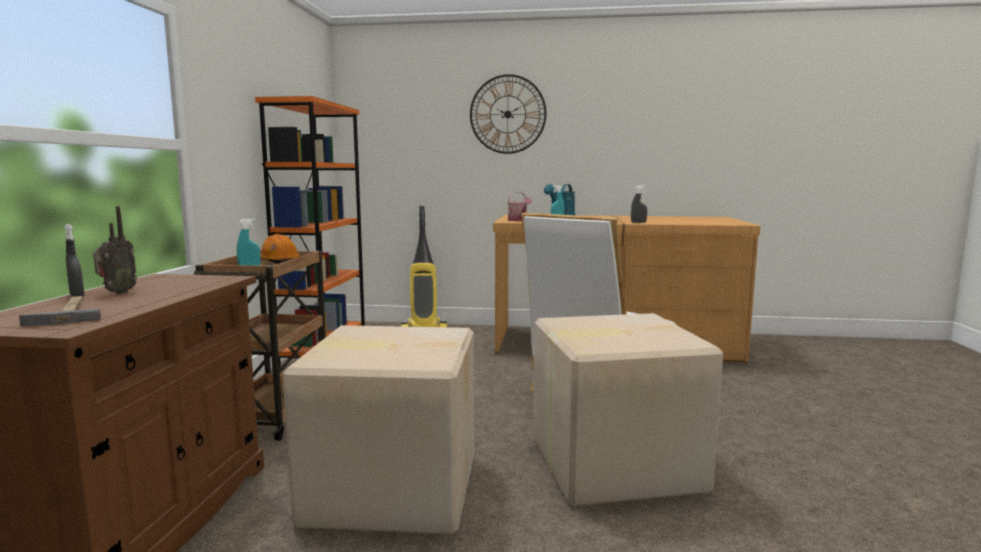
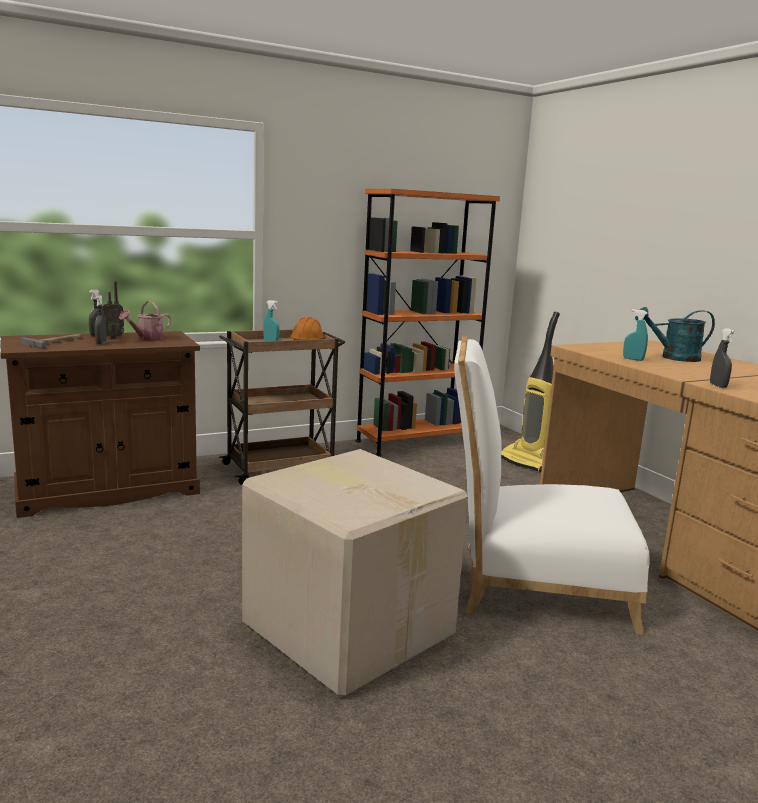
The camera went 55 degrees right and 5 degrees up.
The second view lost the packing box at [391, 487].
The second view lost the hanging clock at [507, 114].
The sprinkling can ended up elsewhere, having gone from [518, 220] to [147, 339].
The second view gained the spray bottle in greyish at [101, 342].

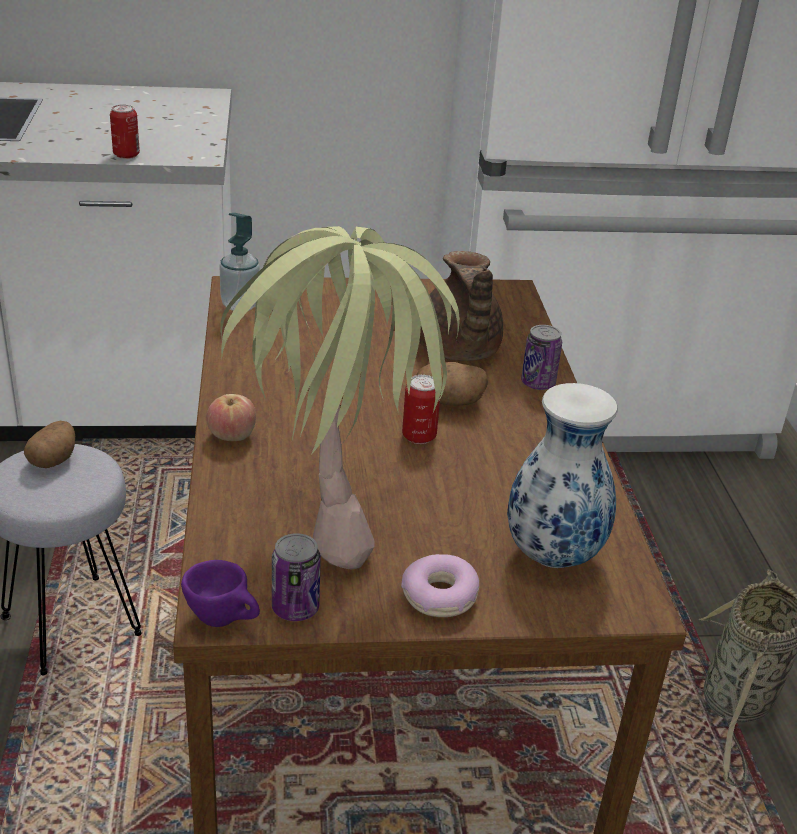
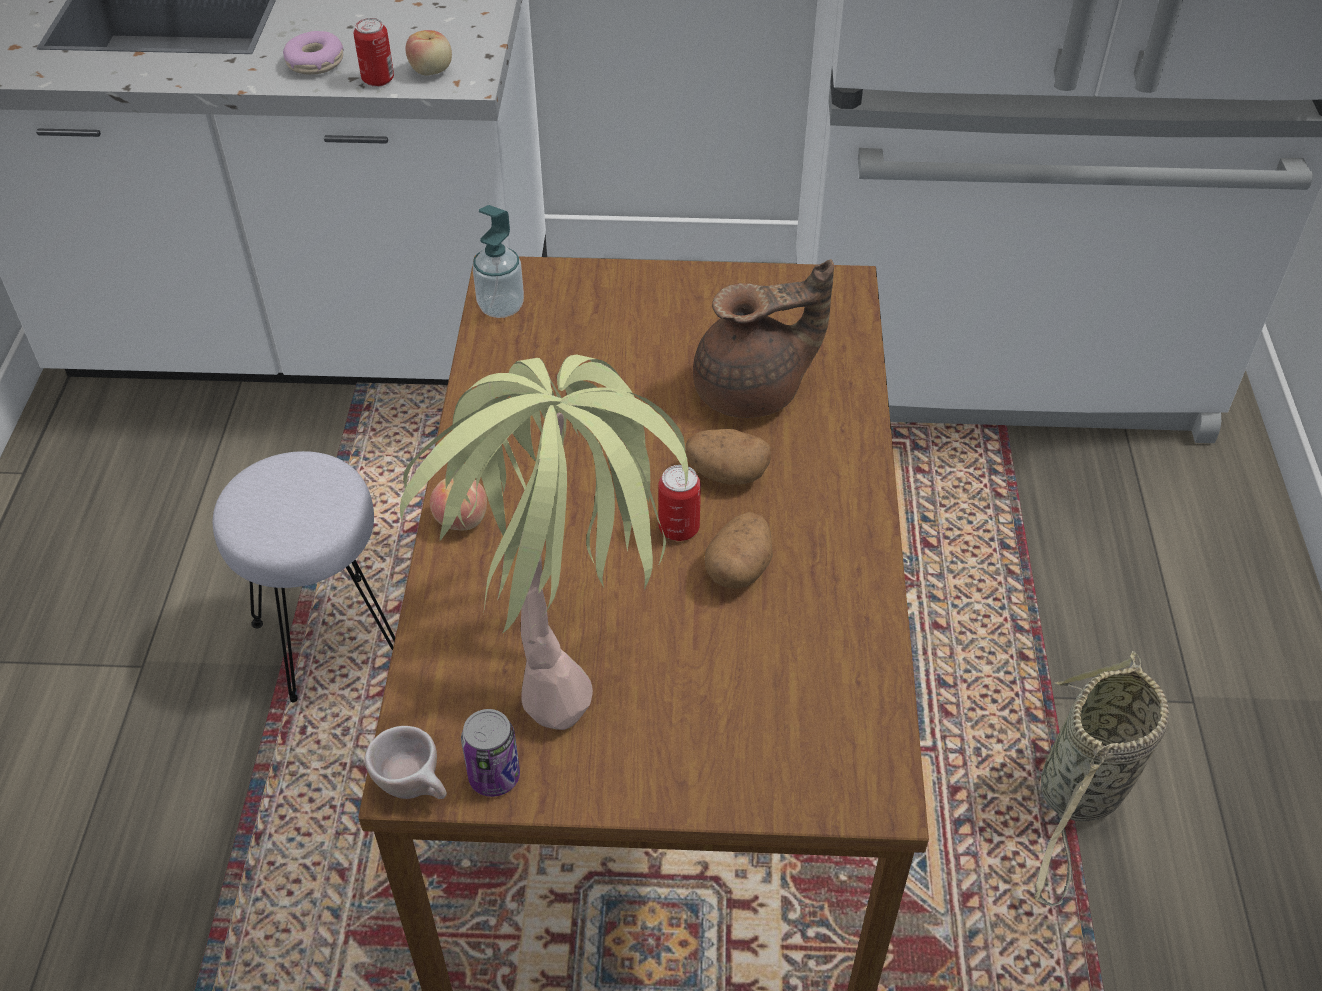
The camera went 10 degrees right and 15 degrees up.
The potato ended up elsewhere, having gone from [53, 460] to [739, 568].
What was the drinking cup in purple at [225, 620] turned into the drinking cup in beige-coloured at [416, 788].
The doughnut ended up elsewhere, having gone from [440, 596] to [315, 63].
The tea pot in brownish at [457, 352] ended up facing another way, 105 degrees counterclockwise from before.
The second view lost the decorative vase at [554, 557].
The second view lost the sealed can at [538, 383].
The second view gained the apple fruit at [432, 71].

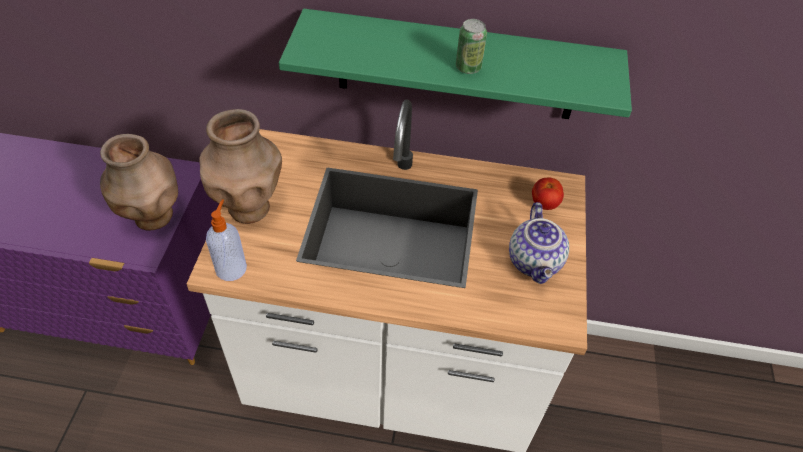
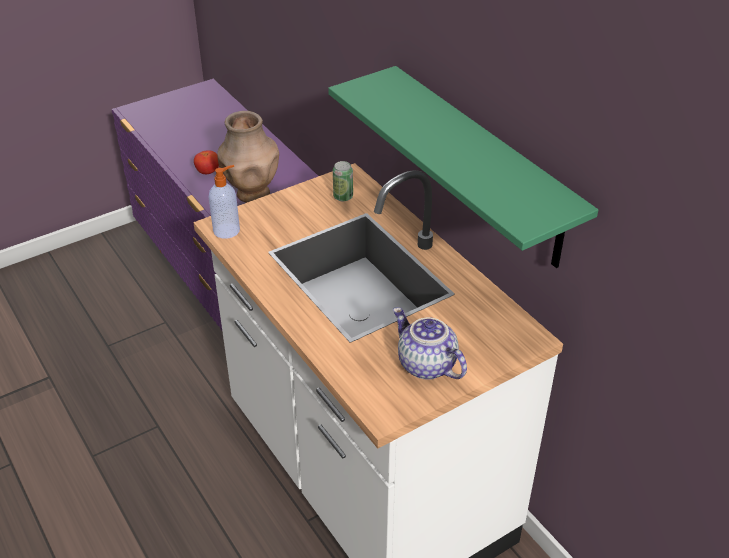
The camera went 50 degrees right and 10 degrees down.
The second view lost the decorative vase in brownish at [249, 207].
The sealed can ended up elsewhere, having gone from [468, 67] to [343, 197].
The tea pot at [536, 262] ended up facing another way, 90 degrees clockwise from before.
The fresh tomato ended up elsewhere, having gone from [544, 204] to [208, 172].

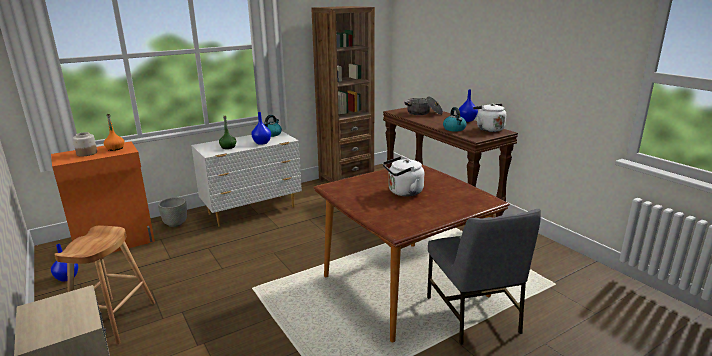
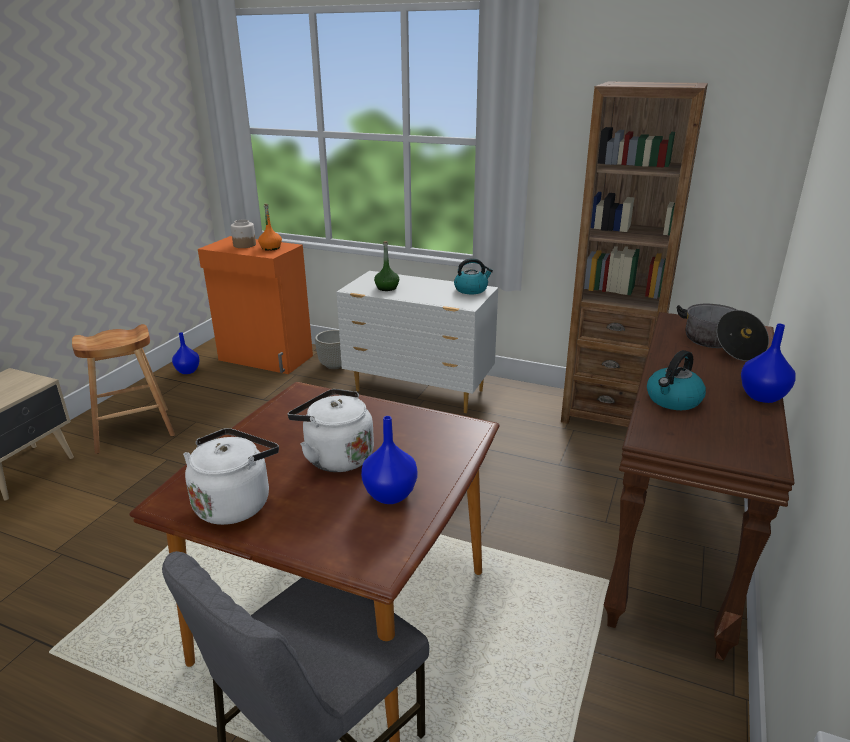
The camera went 55 degrees right and 5 degrees up.
The decorative vase in blue-coloured ended up elsewhere, having gone from [261, 143] to [390, 494].
The tea kettle in white-coloured ended up elsewhere, having gone from [488, 129] to [235, 503].

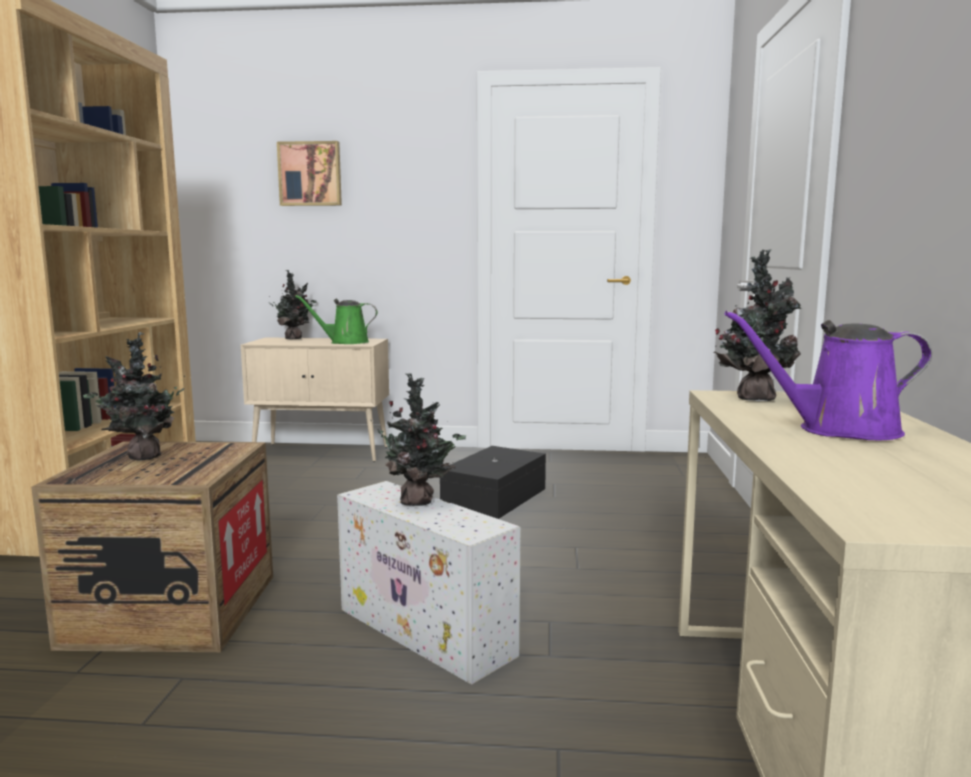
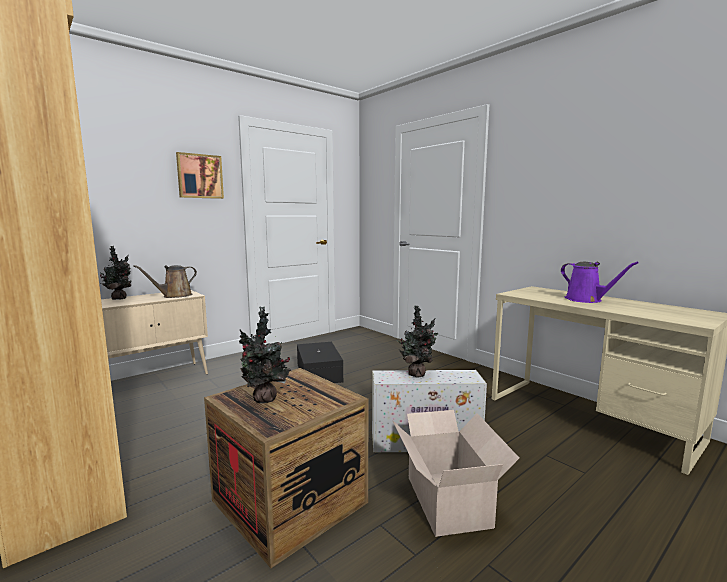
The camera went 45 degrees left and 0 degrees up.
The wall picture ended up elsewhere, having gone from [310, 174] to [199, 176].
What was the sprinkling can in green at [345, 342] turned into the sprinkling can in brownish at [174, 296].
The second view lost the potted plant at [754, 398].
The sprinkling can in purple at [839, 430] ended up facing another way, 75 degrees counterclockwise from before.
The second view gained the packing box at [447, 499].

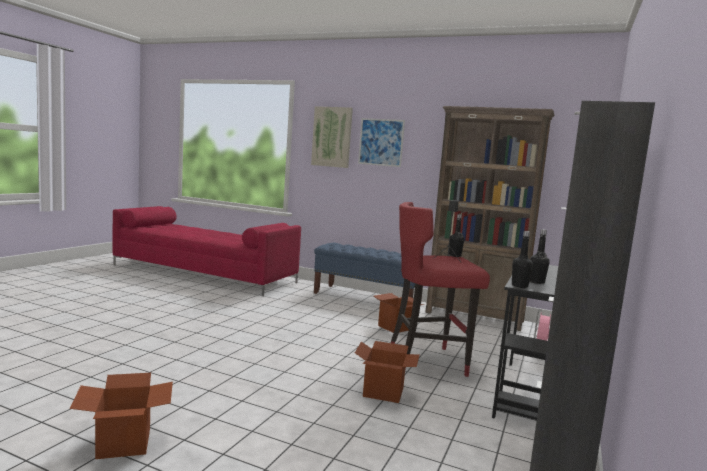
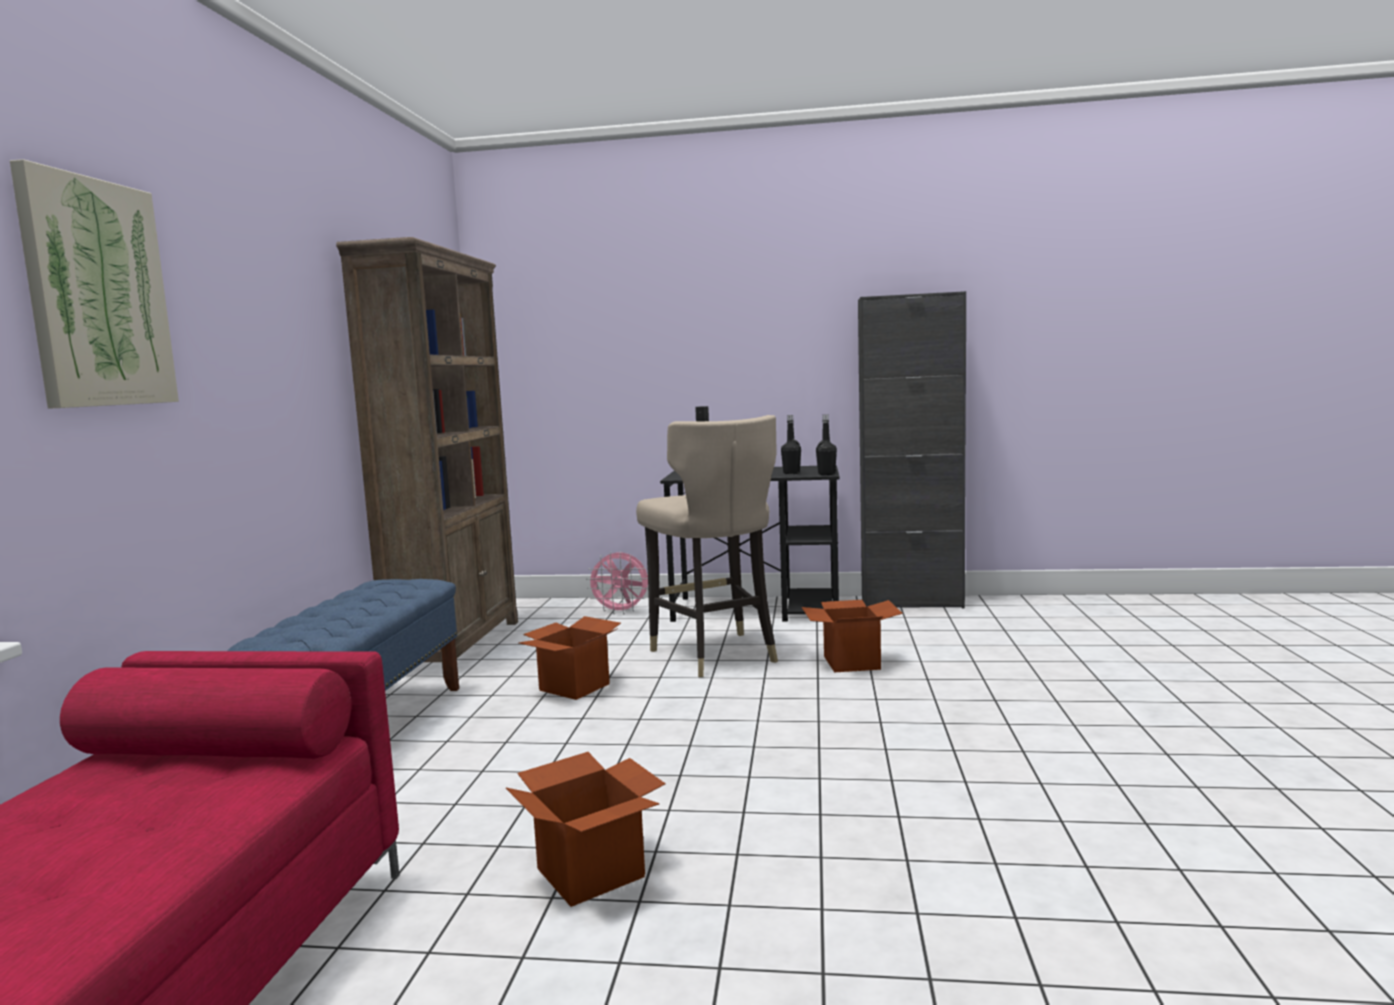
The camera went 105 degrees left and 0 degrees up.
The packing box ended up elsewhere, having gone from [123, 443] to [590, 873].
The second view lost the wall picture at [381, 142].
What was the stool seat in reddish at [427, 361] turned into the stool seat in beige-coloured at [714, 654].
The second view lost the beverage bottle in blackish at [455, 256].

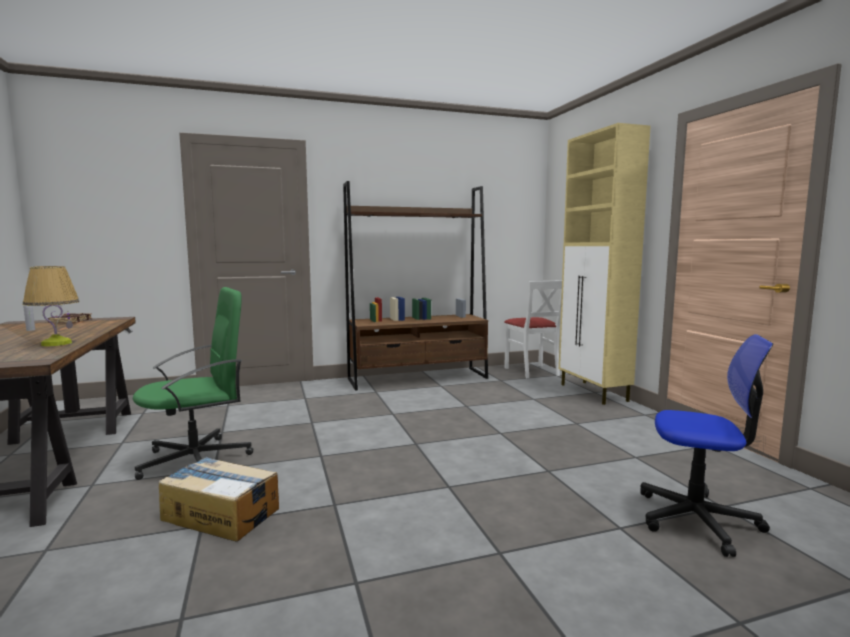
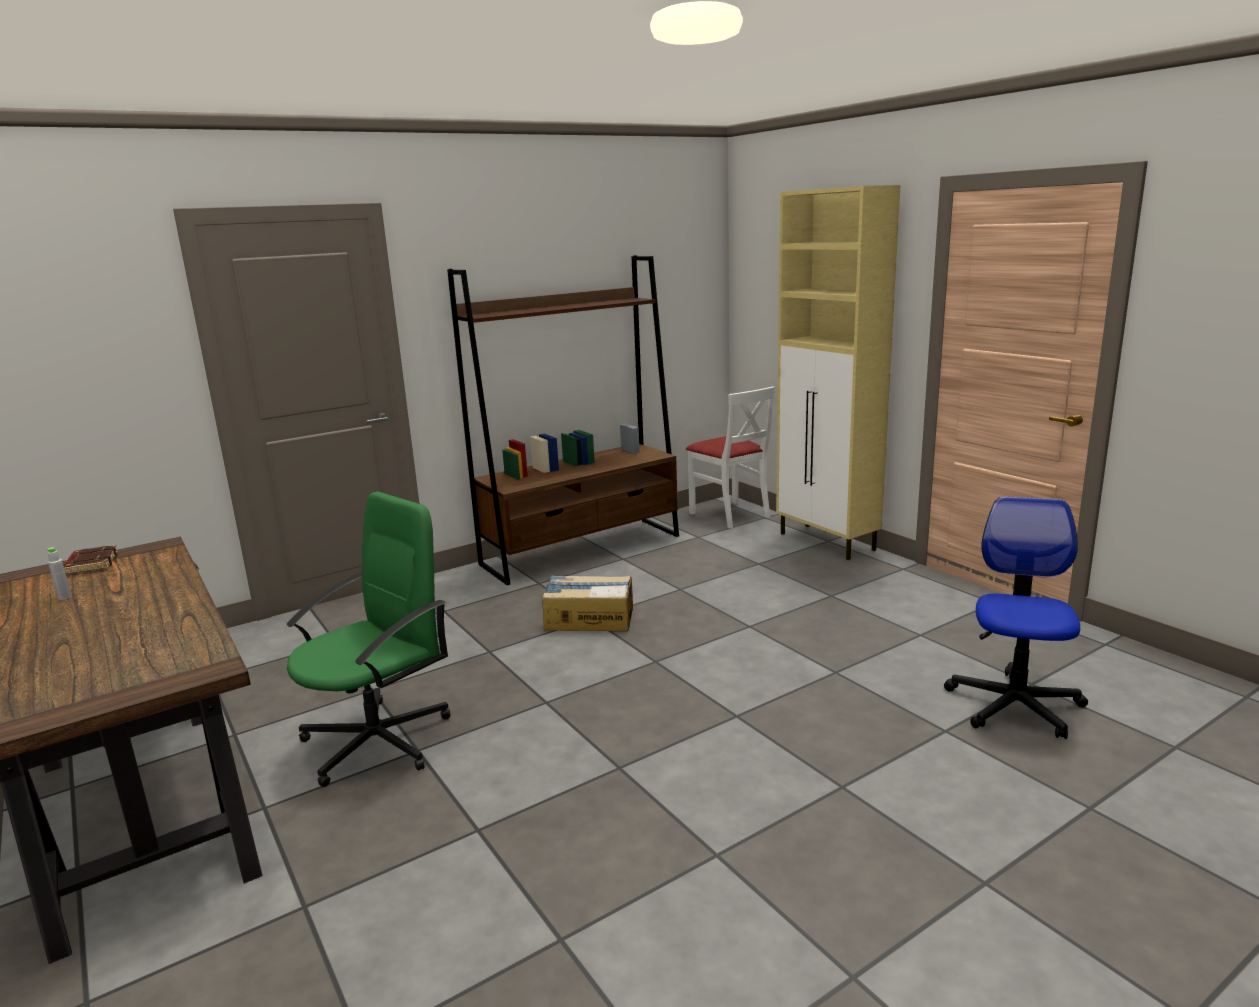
The camera went 15 degrees left and 10 degrees up.
The second view lost the table lamp at [56, 343].
The packing box ended up elsewhere, having gone from [221, 514] to [589, 618].
The desk chair at [697, 520] ended up facing another way, 75 degrees counterclockwise from before.

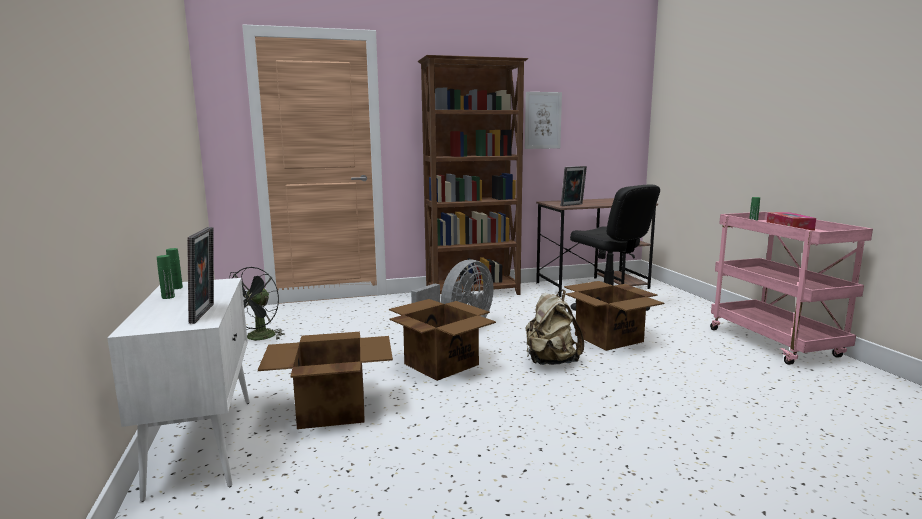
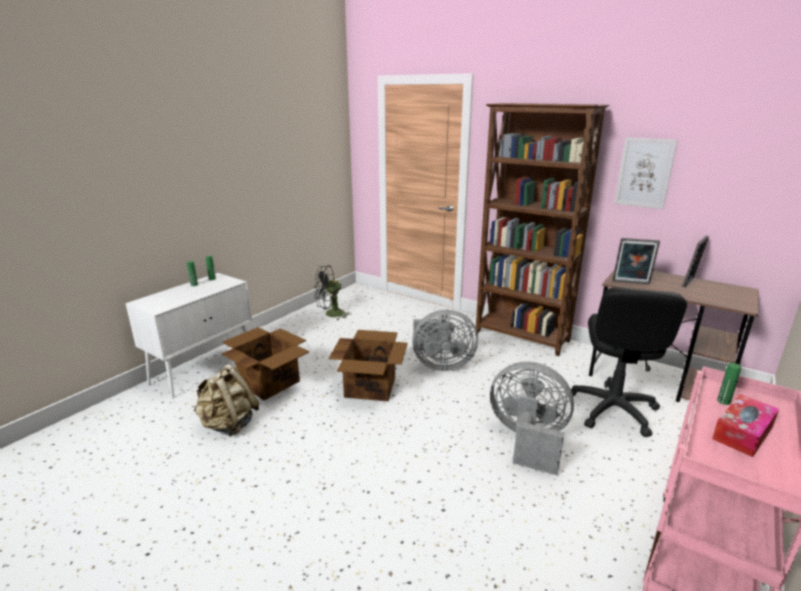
The camera went 50 degrees right and 10 degrees up.
The picture frame ended up elsewhere, having gone from [206, 313] to [690, 283].
The backpack in beige-coloured ended up elsewhere, having gone from [550, 362] to [229, 425].
Where the packing box stood at [609, 339], the cooling fan in greyish came to stand at [527, 440].

